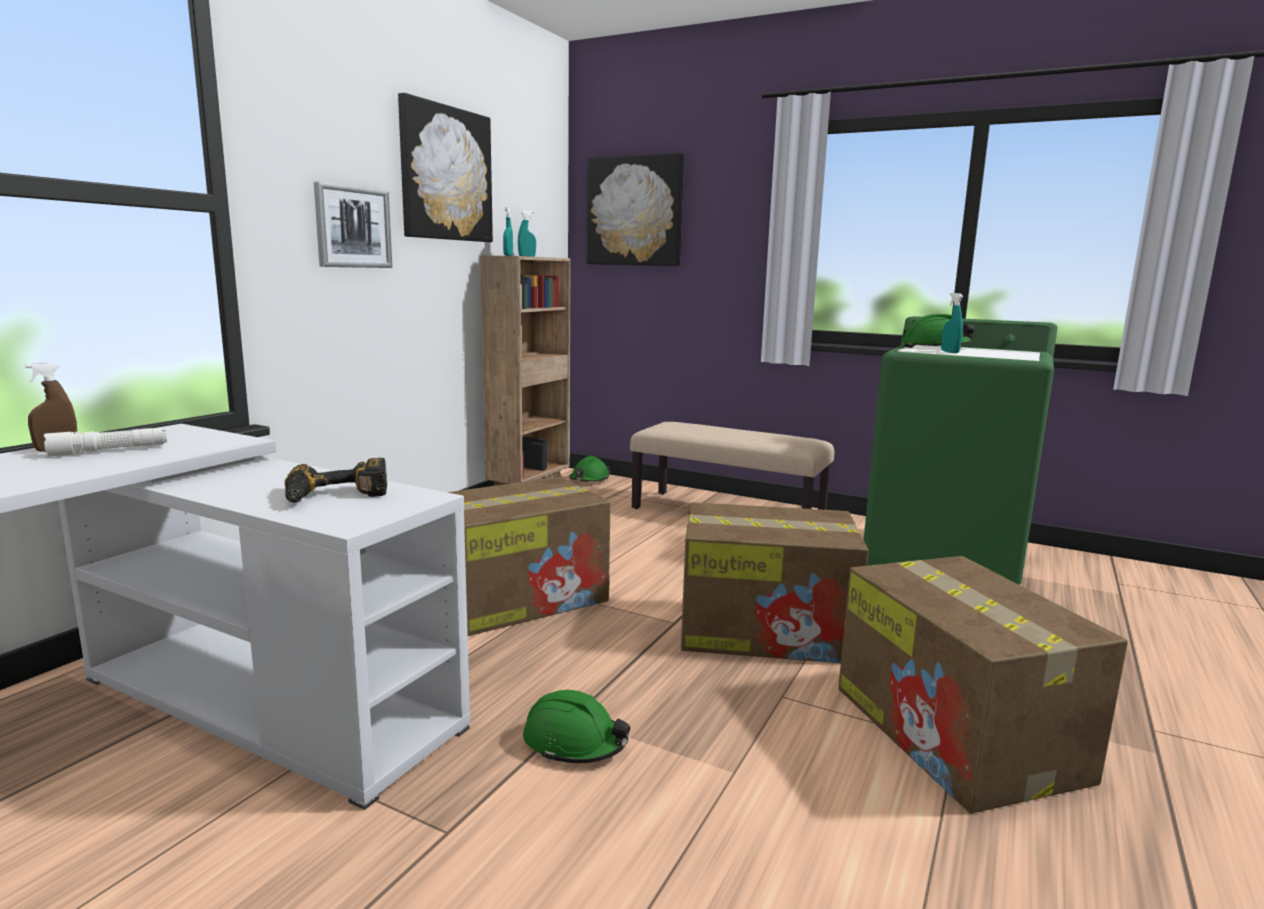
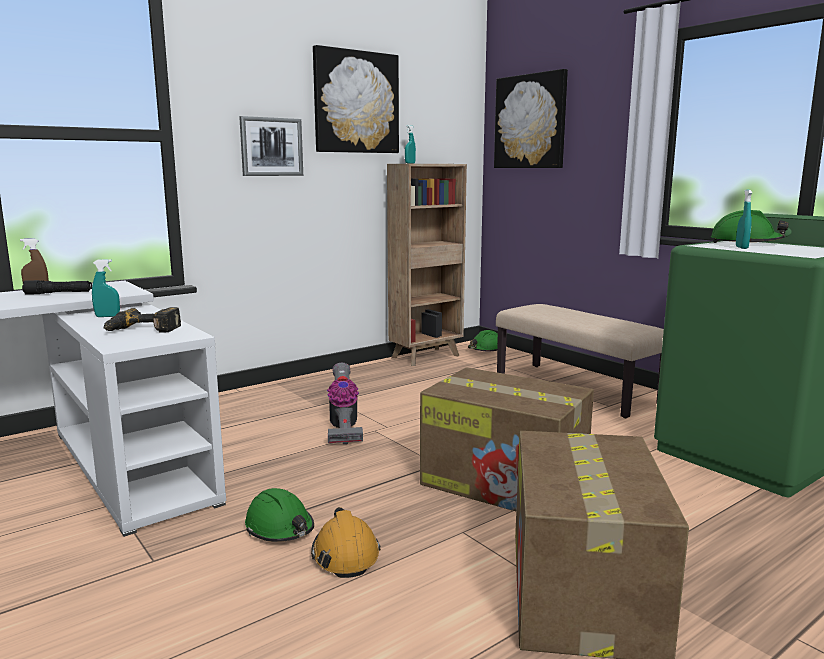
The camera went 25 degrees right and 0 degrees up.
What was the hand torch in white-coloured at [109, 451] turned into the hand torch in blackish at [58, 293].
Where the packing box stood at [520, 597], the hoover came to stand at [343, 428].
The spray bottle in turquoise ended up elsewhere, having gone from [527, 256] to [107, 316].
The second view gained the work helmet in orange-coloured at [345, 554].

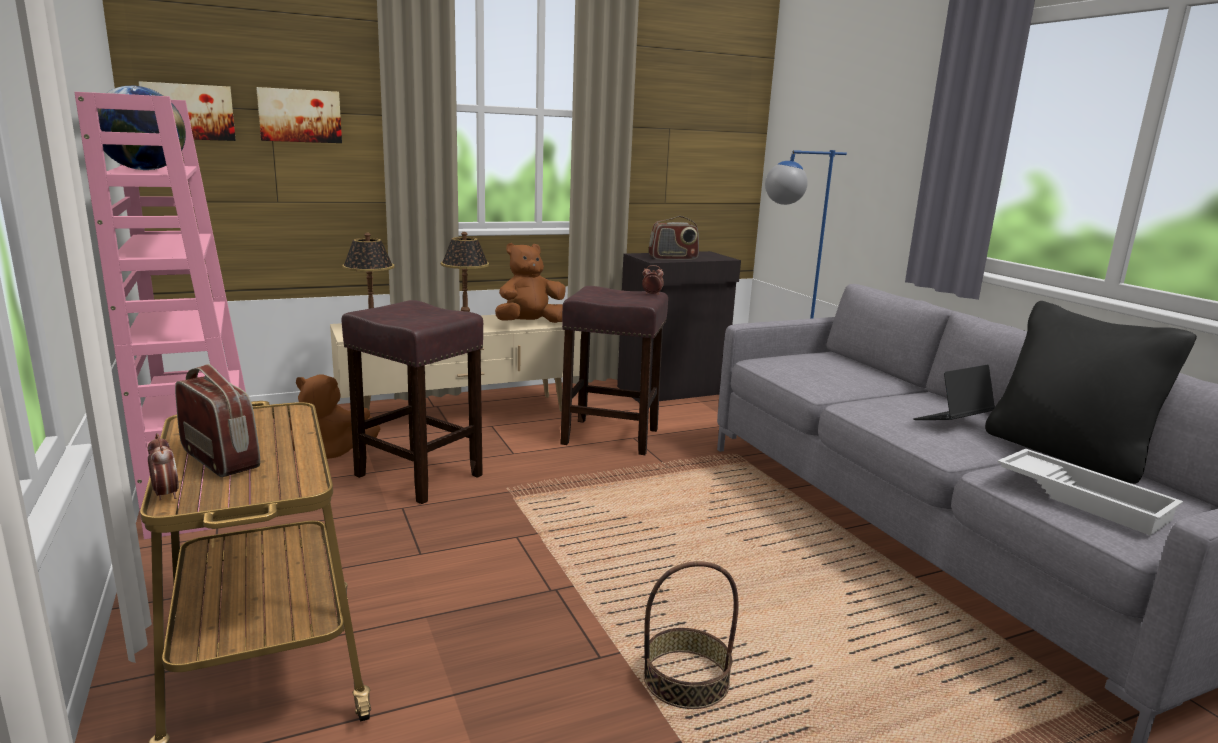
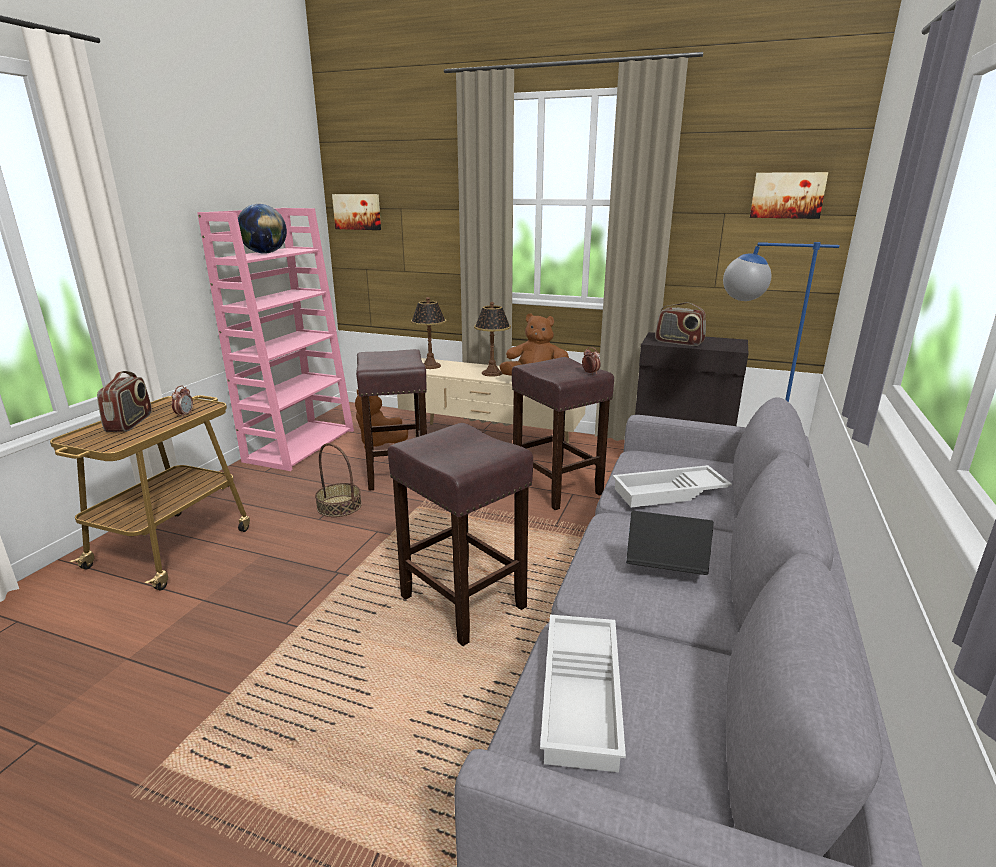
The camera went 45 degrees right and 5 degrees up.
The bedside clock ended up elsewhere, having gone from [166, 494] to [184, 415].
The wall picture ended up elsewhere, having gone from [300, 116] to [787, 195].
The storage basket ended up elsewhere, having gone from [686, 680] to [339, 506].
The second view lost the cushion in blackish at [1066, 453].
The second view gained the stool seat in brownish at [465, 602].
The second view gained the tray in white-coloured at [669, 493].

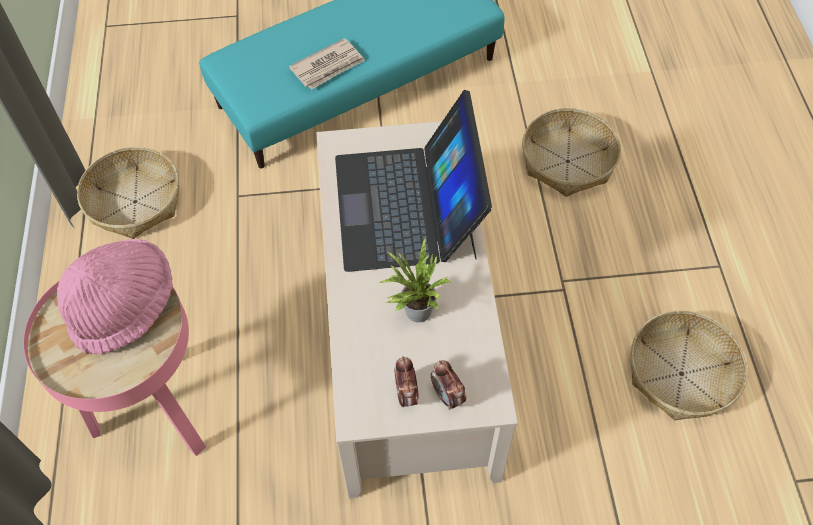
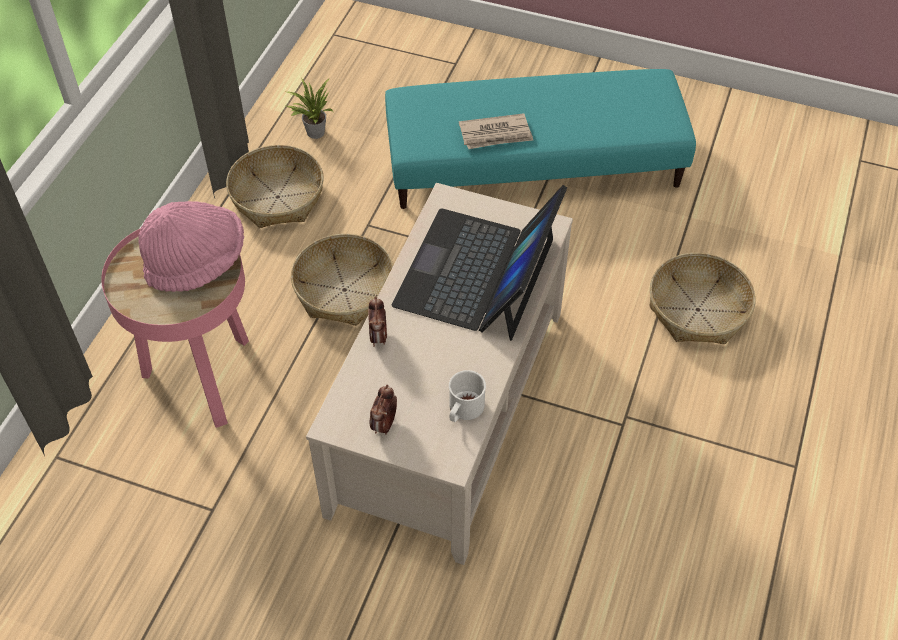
The camera went 25 degrees right and 5 degrees down.
The potted plant ended up elsewhere, having gone from [414, 311] to [313, 131].
The bedside clock ended up elsewhere, having gone from [447, 396] to [378, 337].
The storage basket ended up elsewhere, having gone from [681, 374] to [344, 290].
The second view gained the mug in white-coloured at [463, 410].

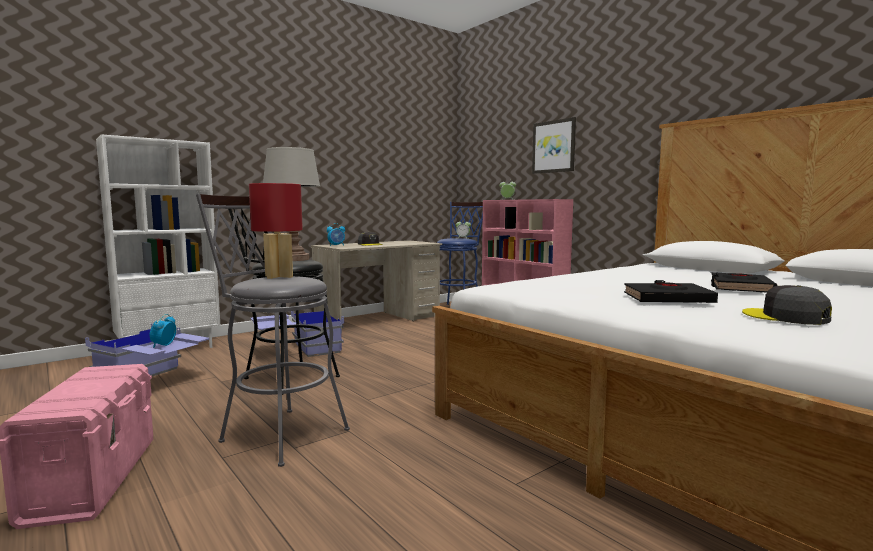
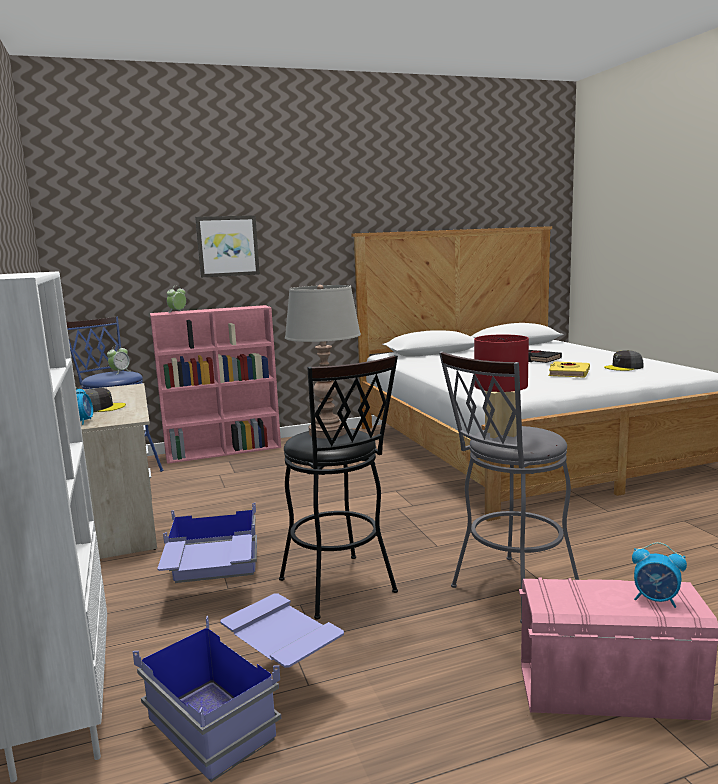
The camera went 70 degrees left and 5 degrees up.
The bedside clock ended up elsewhere, having gone from [163, 345] to [656, 600].
What was the bound book in blackish at [667, 299] turned into the bound book in yellow at [568, 373].

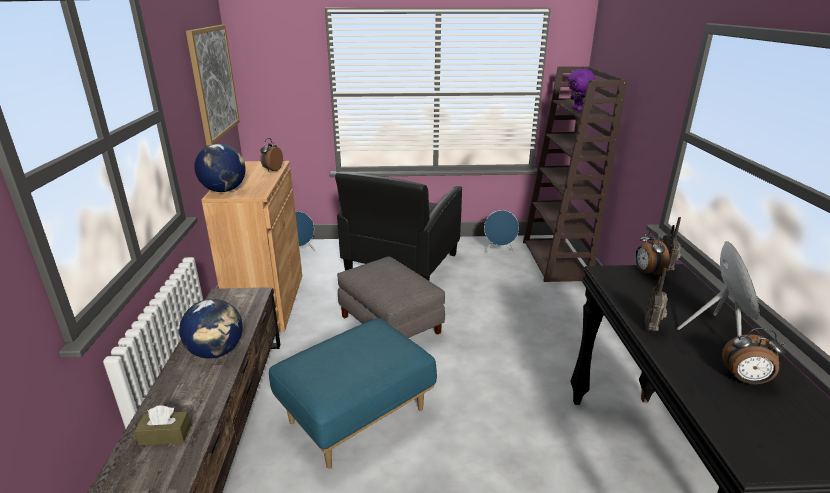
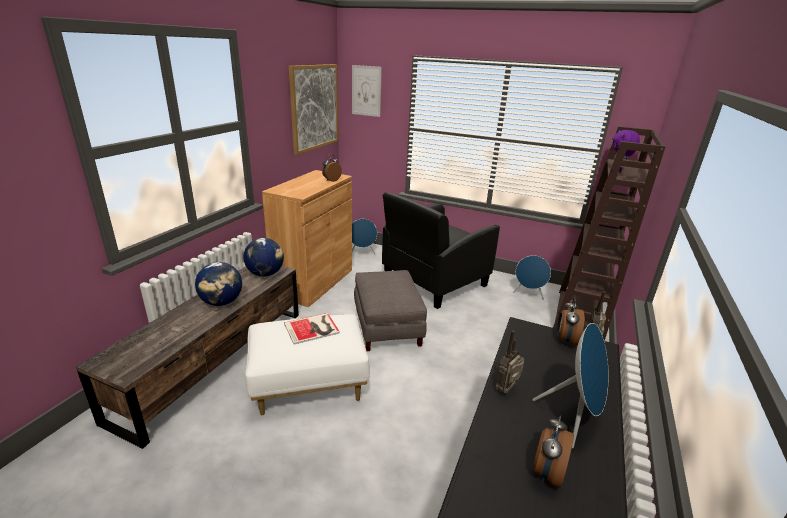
The camera went 25 degrees right and 0 degrees up.
The second view lost the box of tissues in brownish at [165, 435].
The world globe ended up elsewhere, having gone from [224, 190] to [265, 274].
What was the pouffe in blue-coloured at [357, 415] turned into the pouffe in white-coloured at [309, 385].
The bedside clock at [745, 380] ended up facing another way, 75 degrees clockwise from before.
The second view gained the bound book at [313, 328].
The second view gained the wall picture at [366, 91].

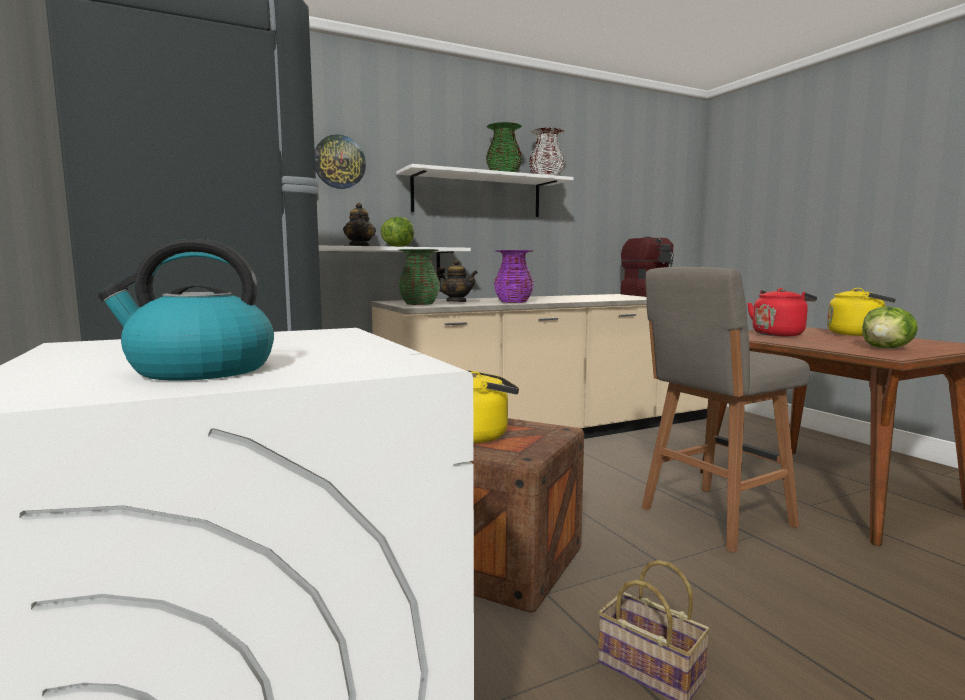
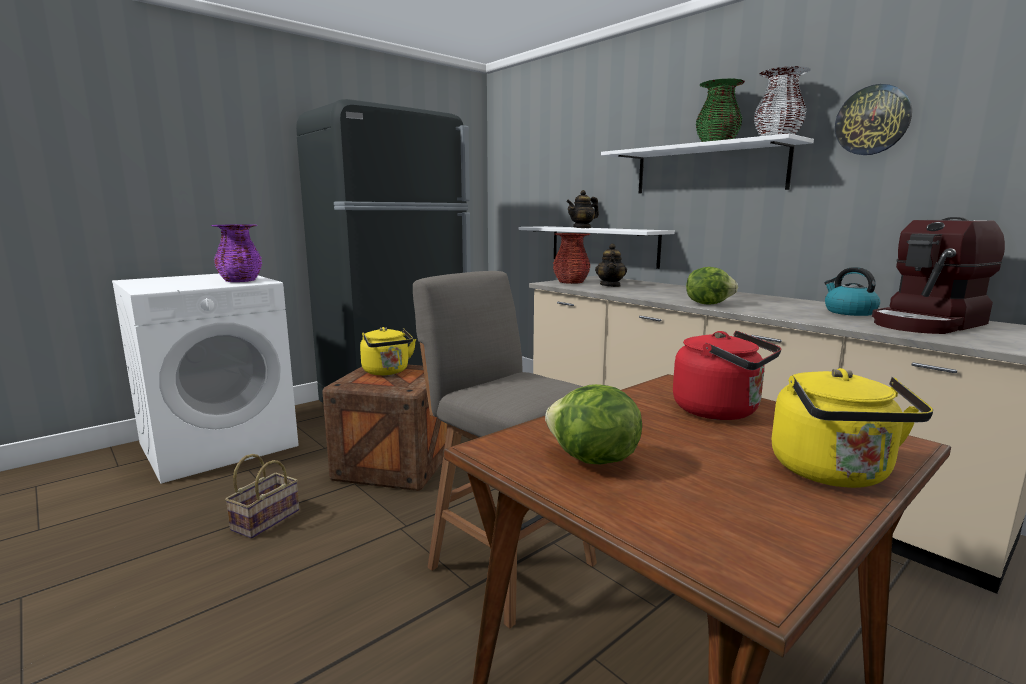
The camera went 75 degrees right and 5 degrees up.
The tea kettle ended up elsewhere, having gone from [199, 370] to [848, 312].
The hanging clock ended up elsewhere, having gone from [339, 162] to [872, 120].
The lettuce ended up elsewhere, having gone from [398, 247] to [708, 304].
What was the decorative vase in green at [419, 304] turned into the decorative vase in reddish at [571, 282].
The decorative vase in purple ended up elsewhere, having gone from [513, 302] to [240, 281].

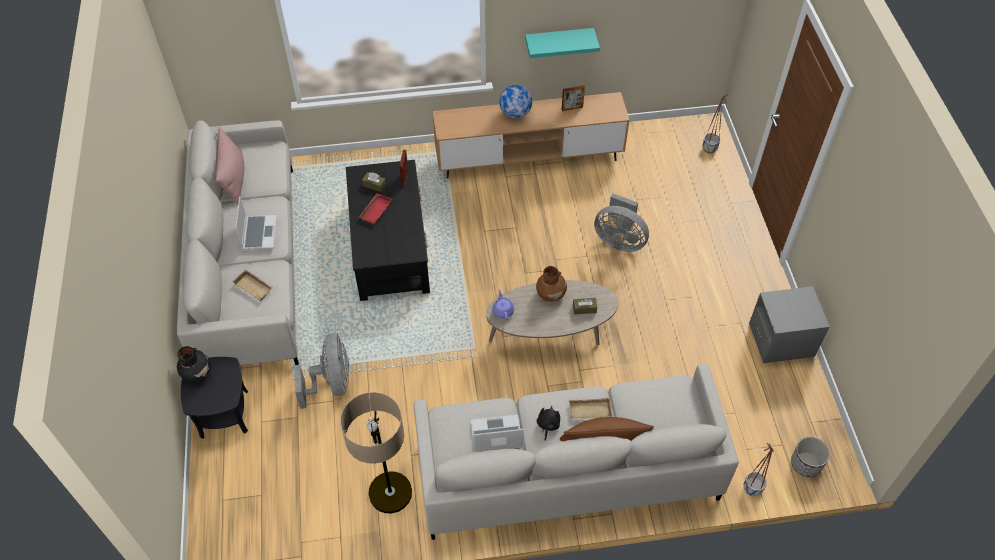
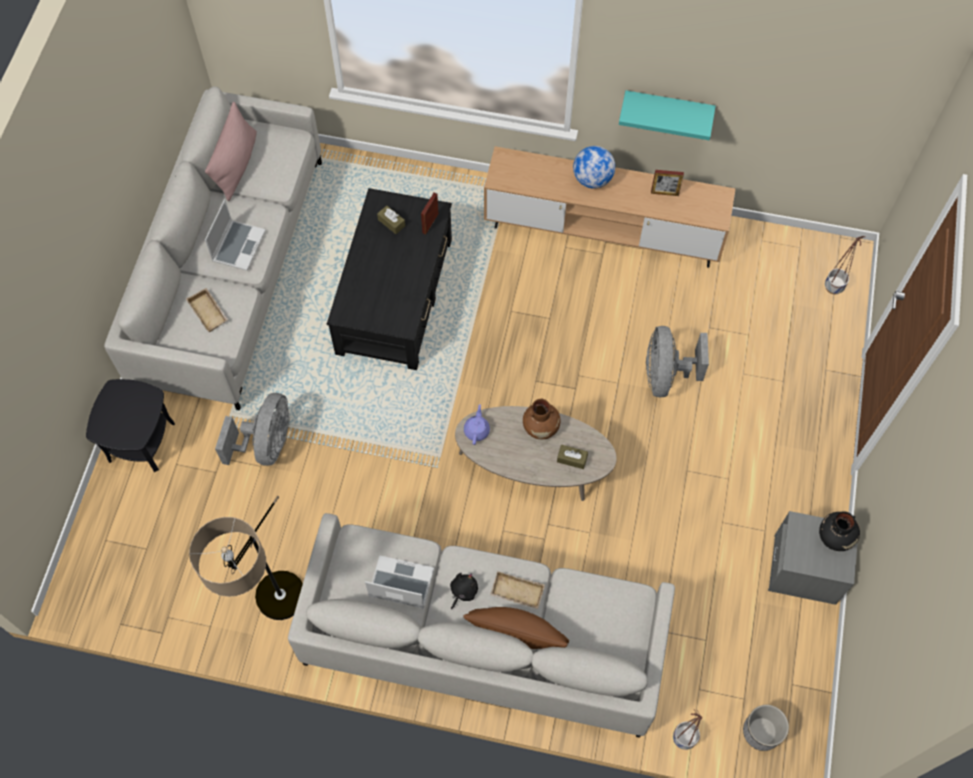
The camera went 20 degrees right and 10 degrees up.
The decorative vase in blackish ended up elsewhere, having gone from [197, 373] to [835, 537].
The second view lost the tray in reddish at [375, 210].
The cooling fan in greyish at [619, 240] ended up facing another way, 45 degrees clockwise from before.

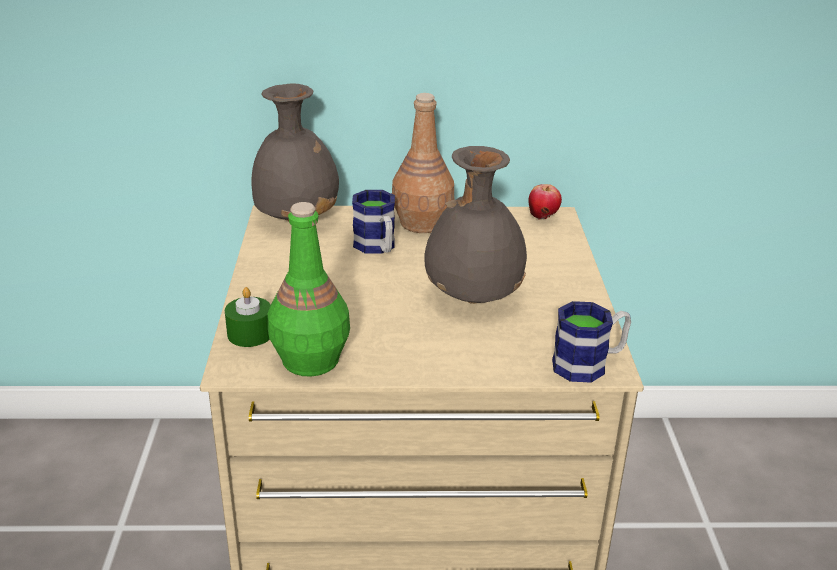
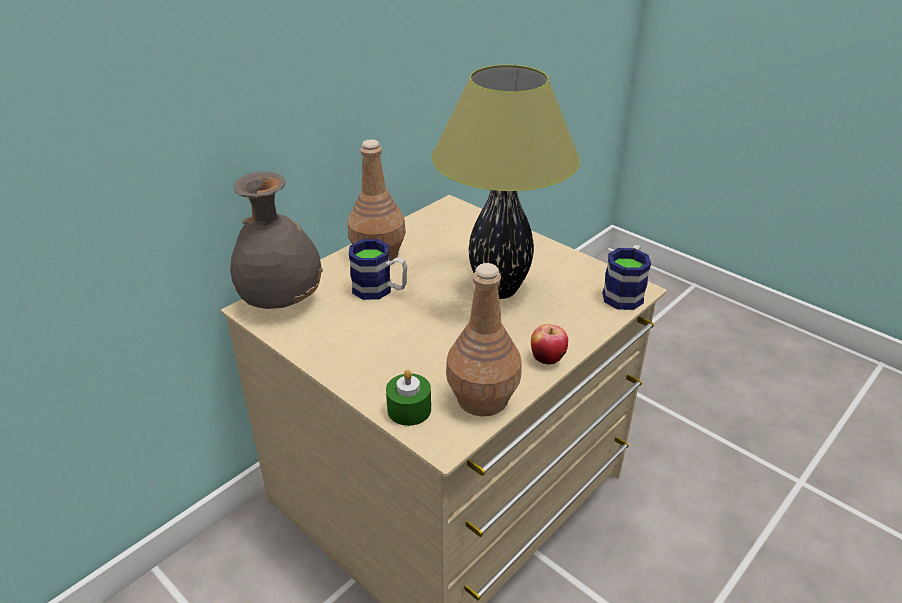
The camera went 45 degrees left and 5 degrees up.
What was the beverage bottle in green at [309, 360] turned into the beverage bottle in brownish at [482, 399].
Where the decorative vase in greyish stood at [473, 297], the table lamp came to stand at [498, 289].
The apple fruit ended up elsewhere, having gone from [543, 217] to [547, 359].

